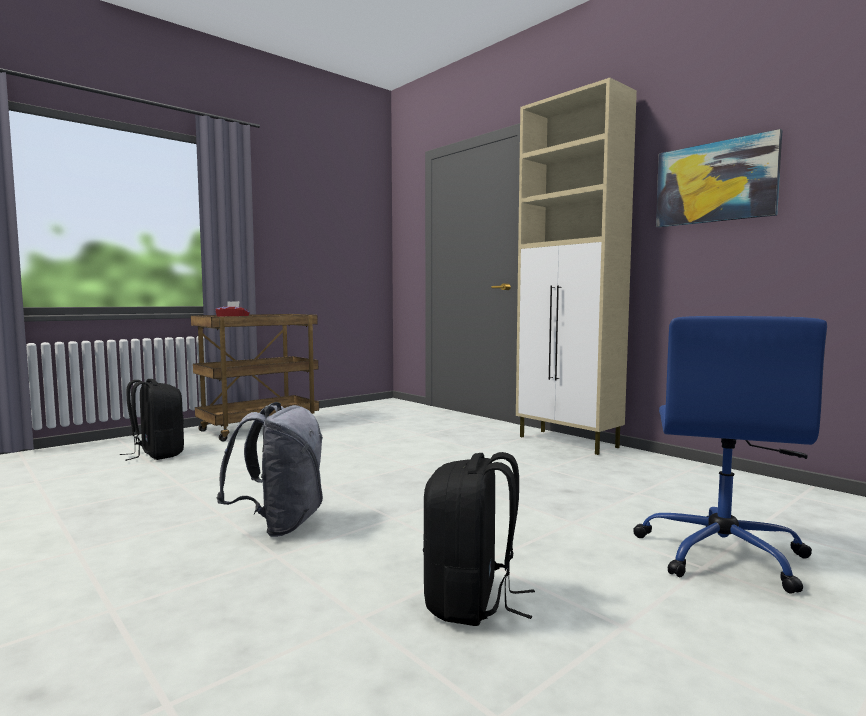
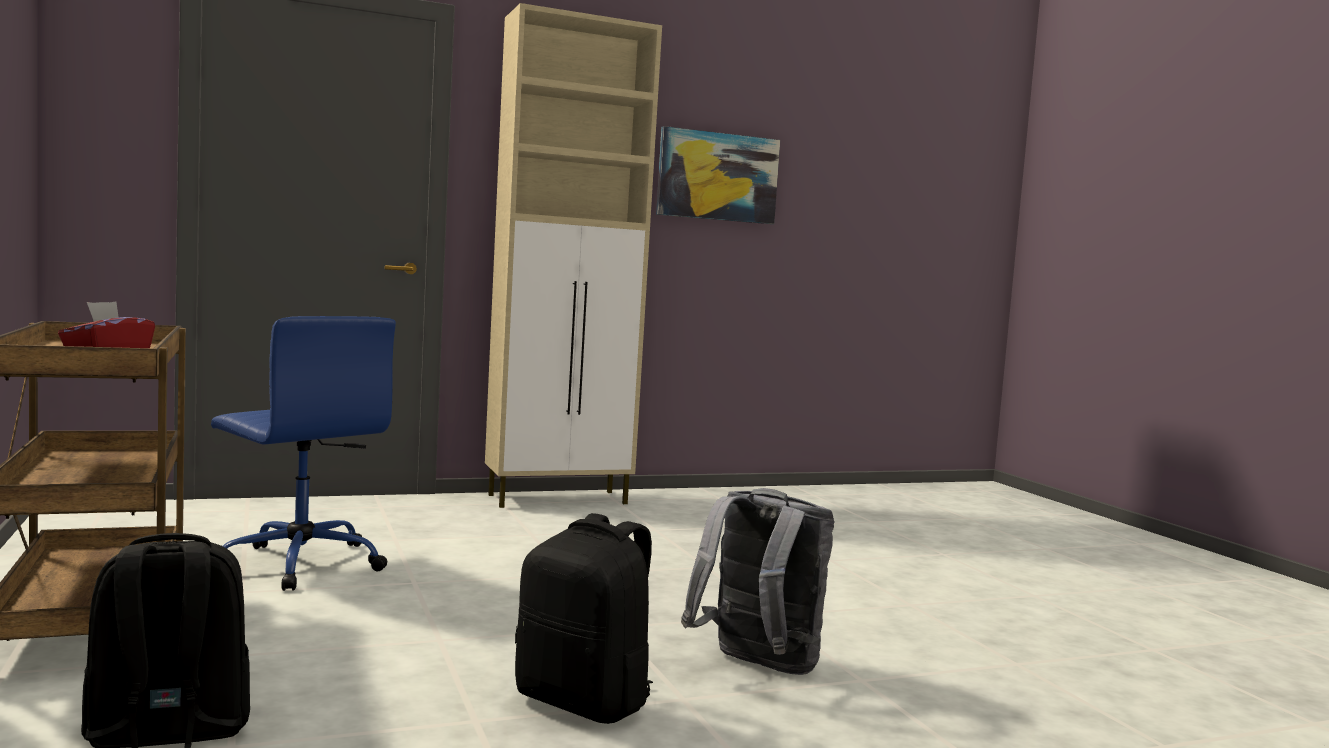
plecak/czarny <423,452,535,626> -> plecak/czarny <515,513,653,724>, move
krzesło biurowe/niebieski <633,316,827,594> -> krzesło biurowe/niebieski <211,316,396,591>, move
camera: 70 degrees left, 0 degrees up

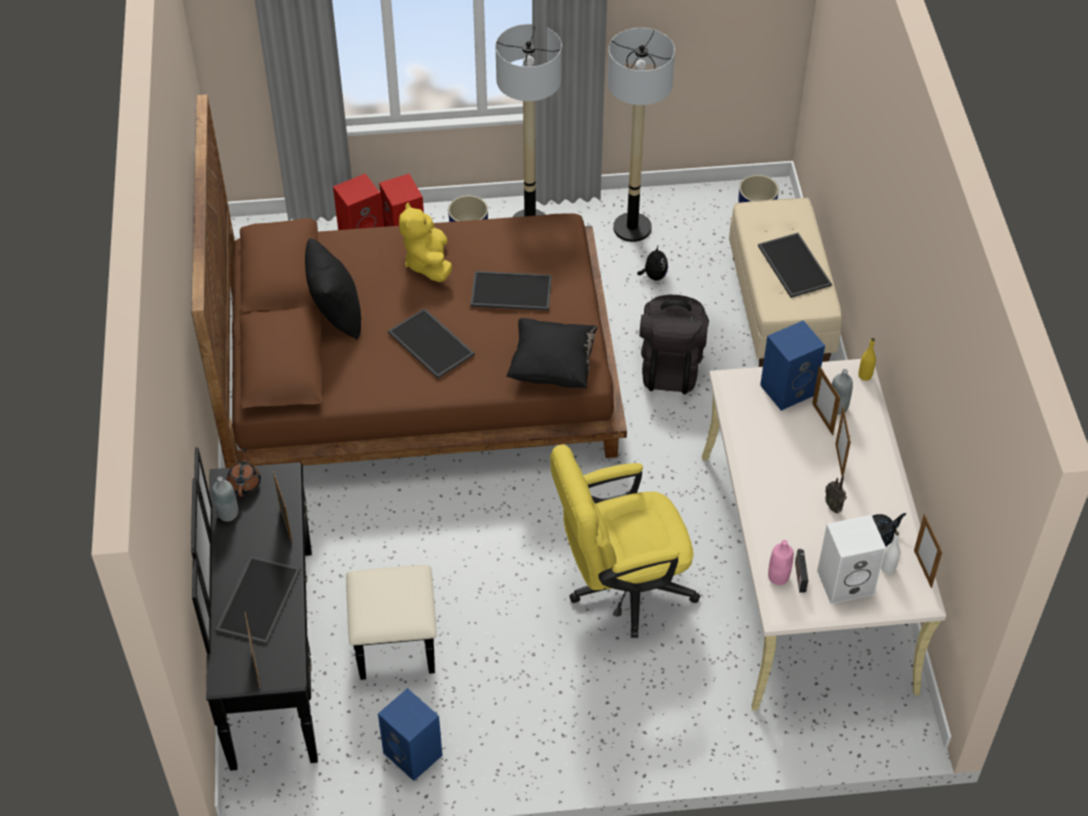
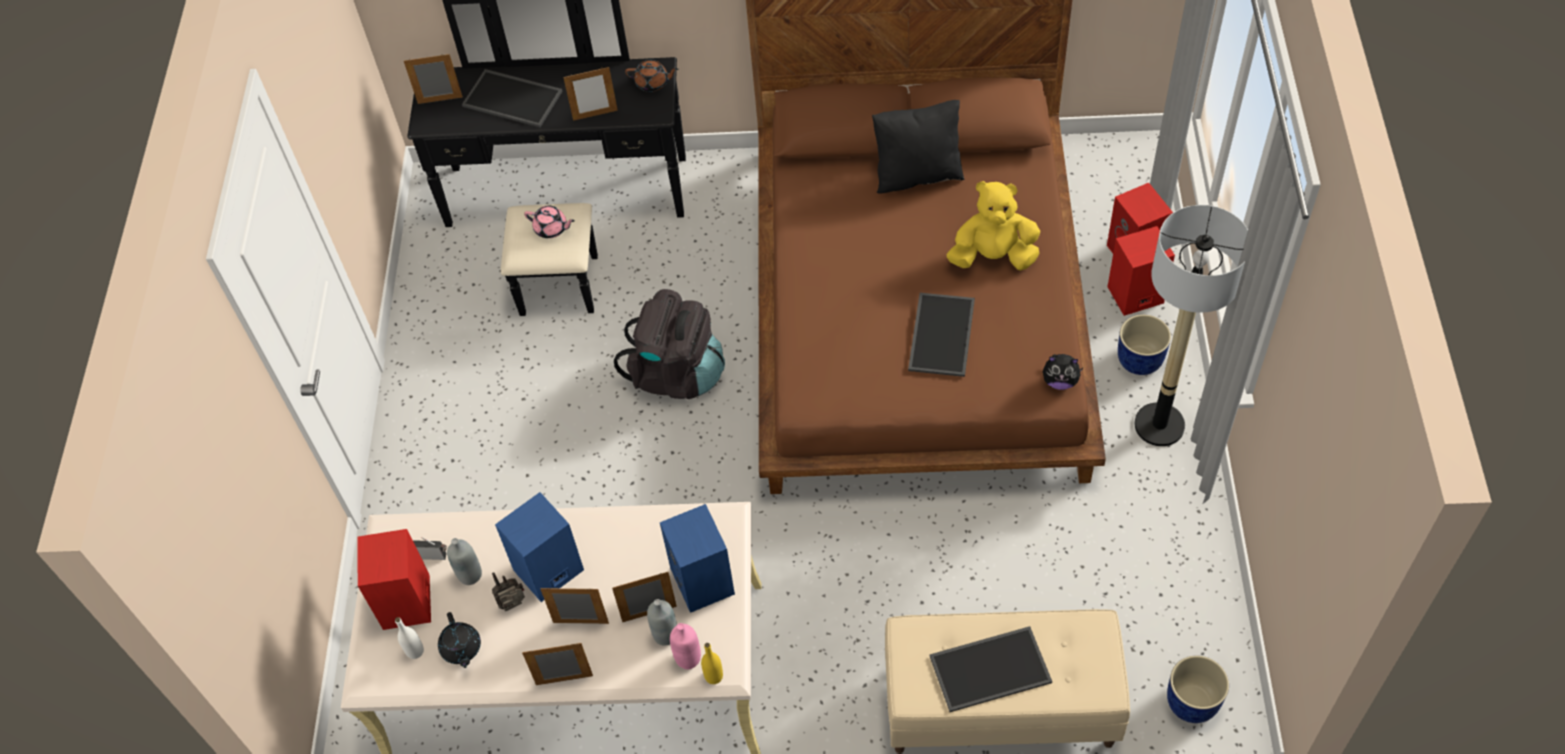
butelka/szary <212,476,238,522> -> butelka/szary <447,538,482,585>, move
głośnik/niebieski <378,688,443,781> -> głośnik/niebieski <495,492,584,602>, move
taca <388,308,475,378> -> none
poduszka/czarny <506,318,598,389> -> none
krzesło biurowe/żółty <550,444,700,638> -> none
lampa stojąca <607,28,675,242> -> none
pluszak <637,244,668,281> -> pluszak <1043,354,1084,390>, move
plecak/czarny <639,295,709,394> -> plecak/czarny <614,289,725,399>, move
butelka/różowy <768,540,794,585> -> butelka/różowy <670,623,701,669>, move
głośnik/biały <817,515,886,604> -> głośnik/czerwony <357,529,431,630>
ramka na zdjęcie <914,514,942,588> -> ramka na zdjęcie <522,643,593,685>, move
none -> imbryk/różowy <524,206,575,238>
camera: 100 degrees right, 5 degrees up

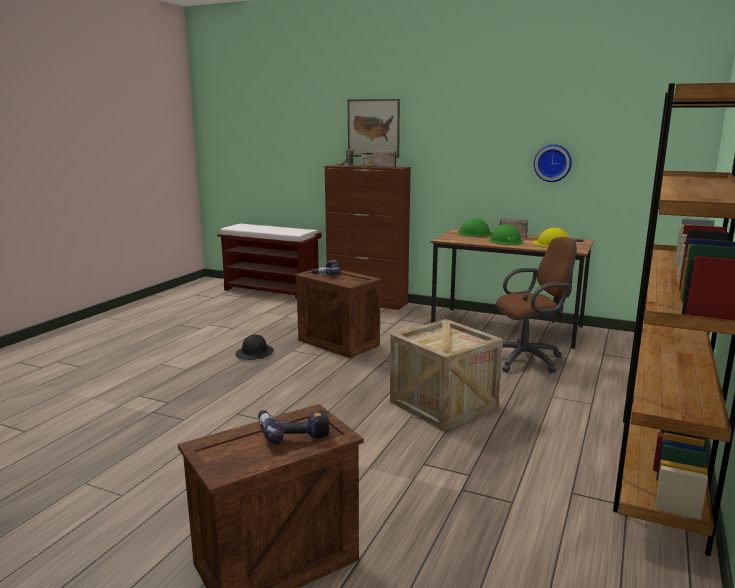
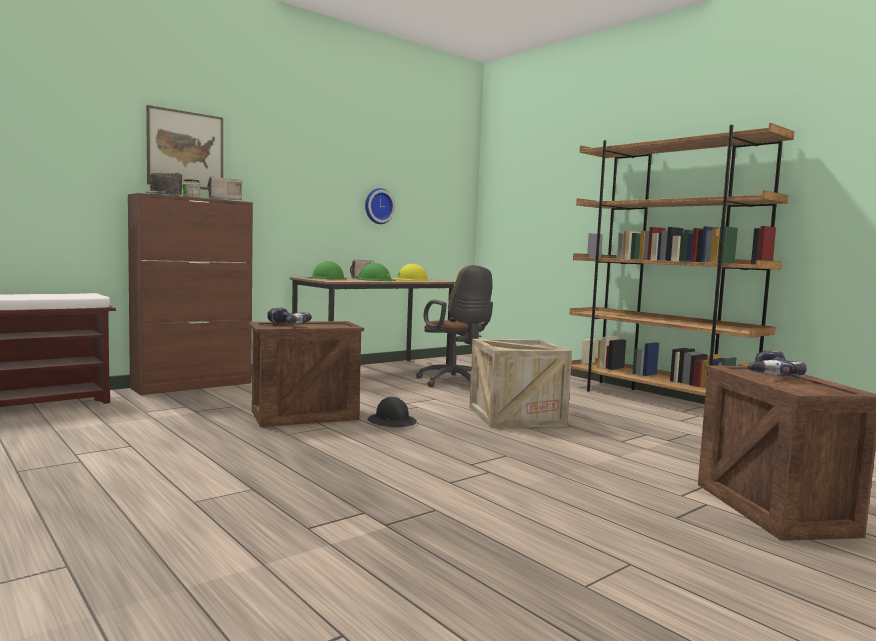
kask/czarny <235,334,274,360> -> kask/czarny <368,397,417,427>, move
krzesło biurowe/brązowy <496,237,577,373> -> krzesło biurowe/brązowy <416,265,493,387>, 135 degrees clockwise
camera: 65 degrees left, 10 degrees down

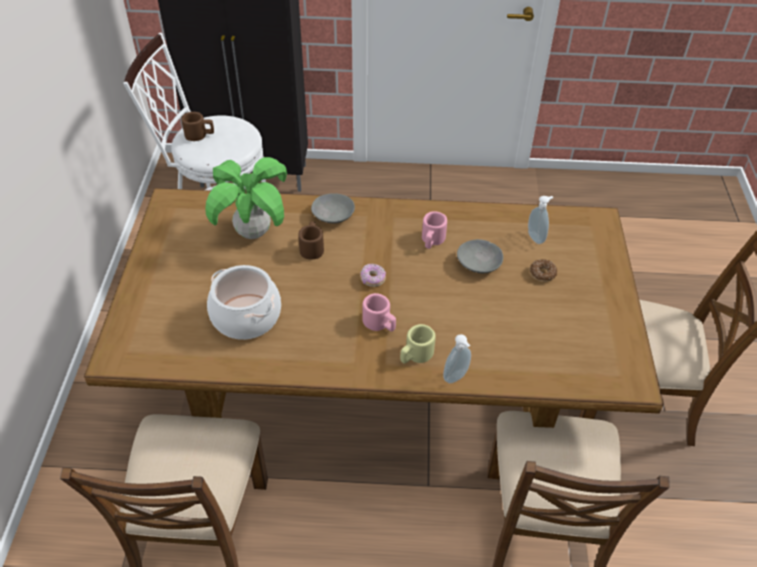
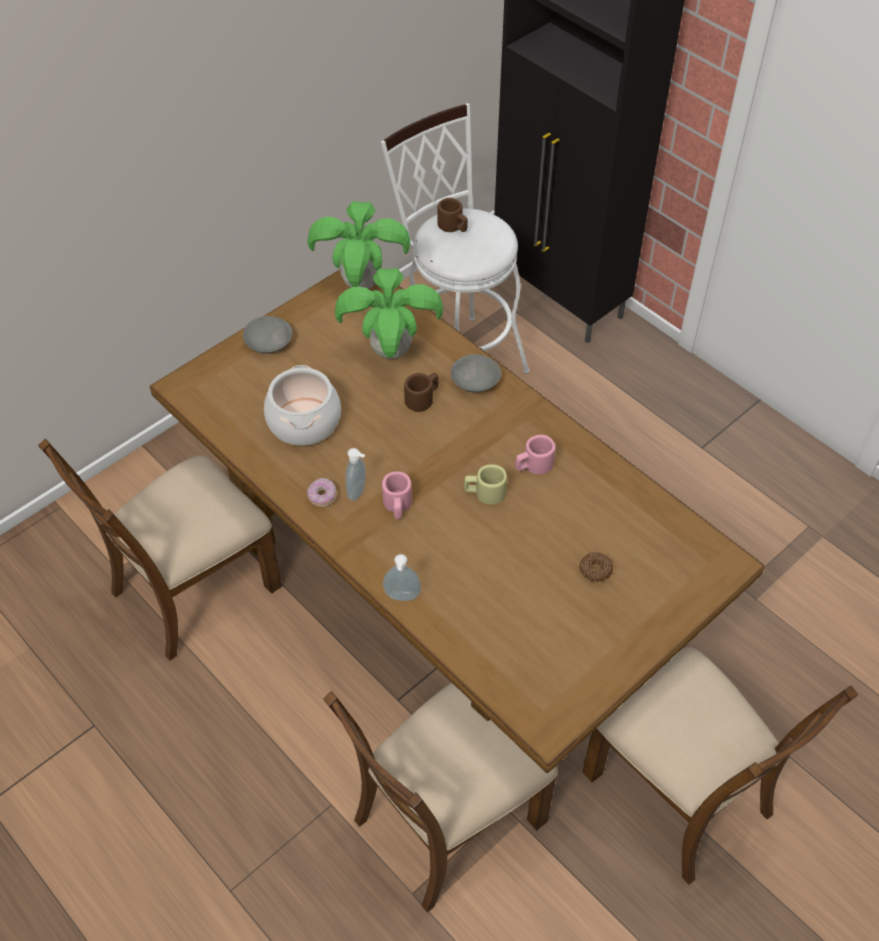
donut <360,263,386,287> -> donut <307,478,337,507>, move
kubek/beżowy <400,324,436,363> -> kubek/beżowy <464,464,507,504>, move
miska/szary <457,239,503,273> -> miska/szary <243,316,292,353>, move
dozownik mydła <528,196,553,244> -> dozownik mydła <346,448,366,501>, move
none -> roślina doniczkowa <307,201,410,289>
camera: 45 degrees right, 5 degrees up

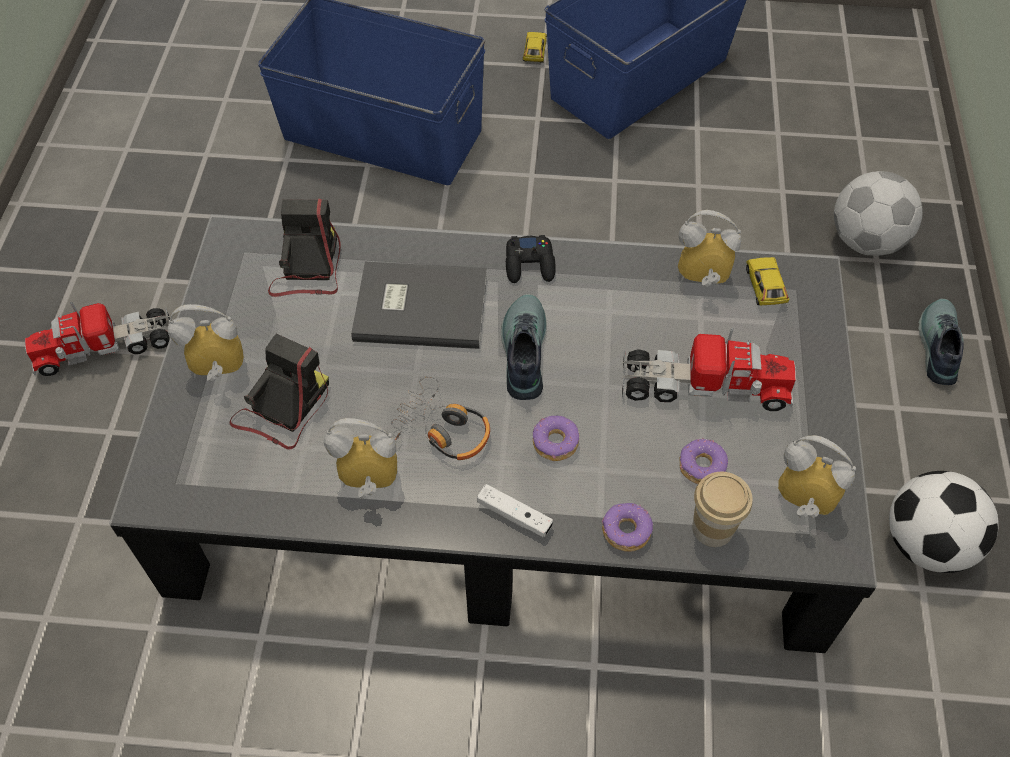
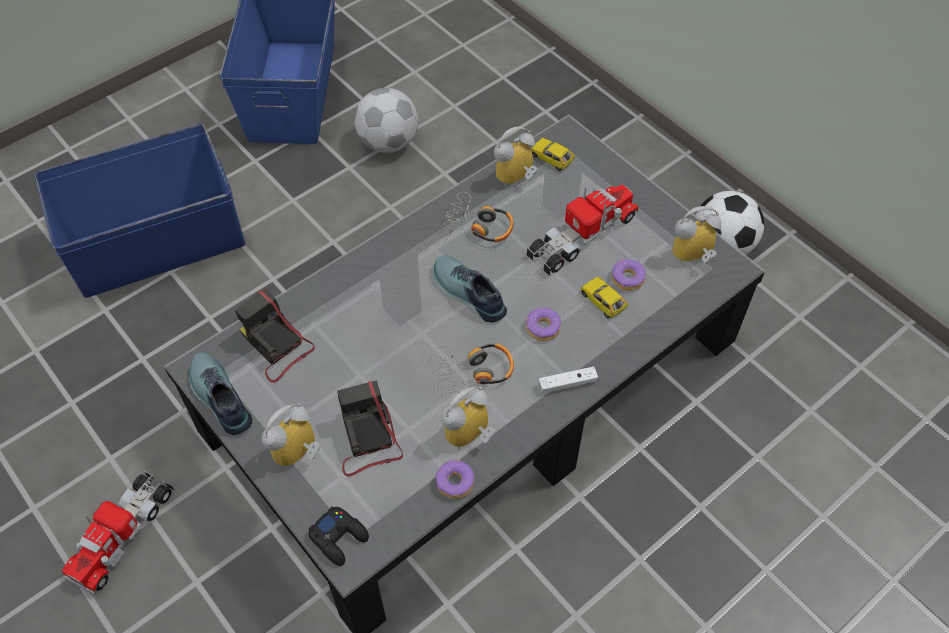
książka/szary <351,262,487,349> -> none
pad do gier/czarny <506,235,556,283> -> pad do gier/czarny <308,506,369,566>, move
samochodzik <523,32,547,63> -> samochodzik <581,277,628,319>, move
donut <602,503,653,552> -> donut <436,460,475,499>, move
filiżanka <692,472,752,547> -> none
piłka futbolowa <834,171,923,256> -> piłka futbolowa <354,88,418,153>, move
but <918,299,964,385> -> but <189,353,252,435>, move
none -> słuchawki <444,192,514,242>
camera: 45 degrees left, 0 degrees up

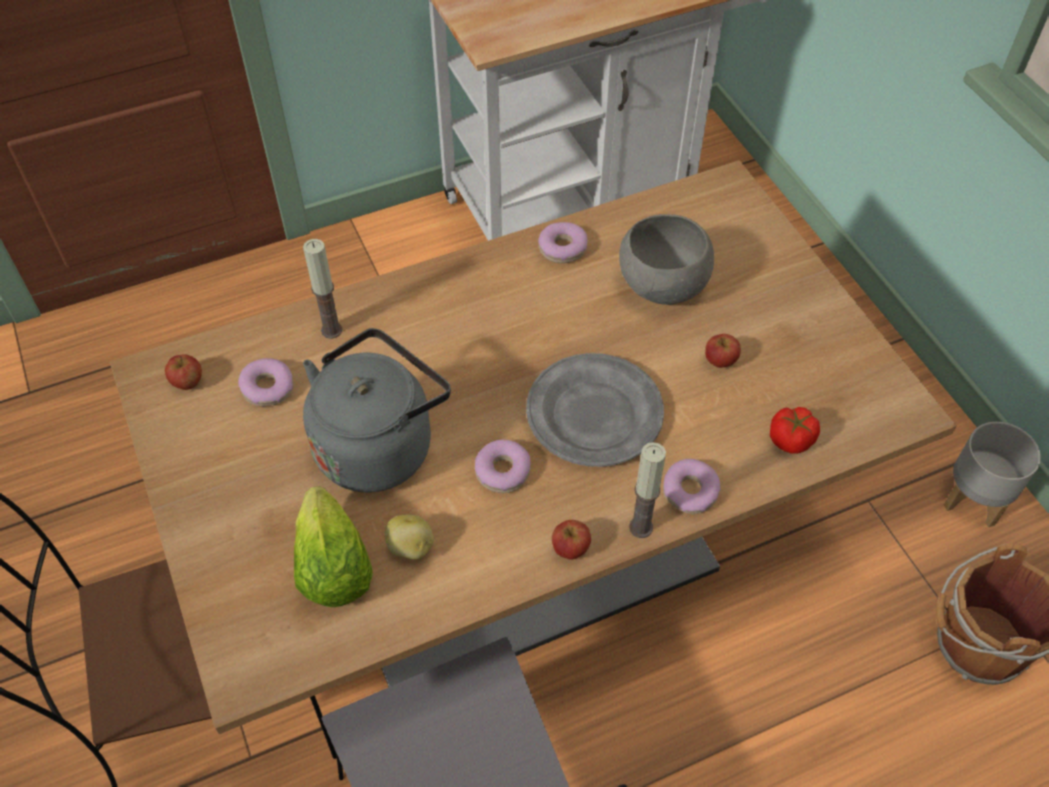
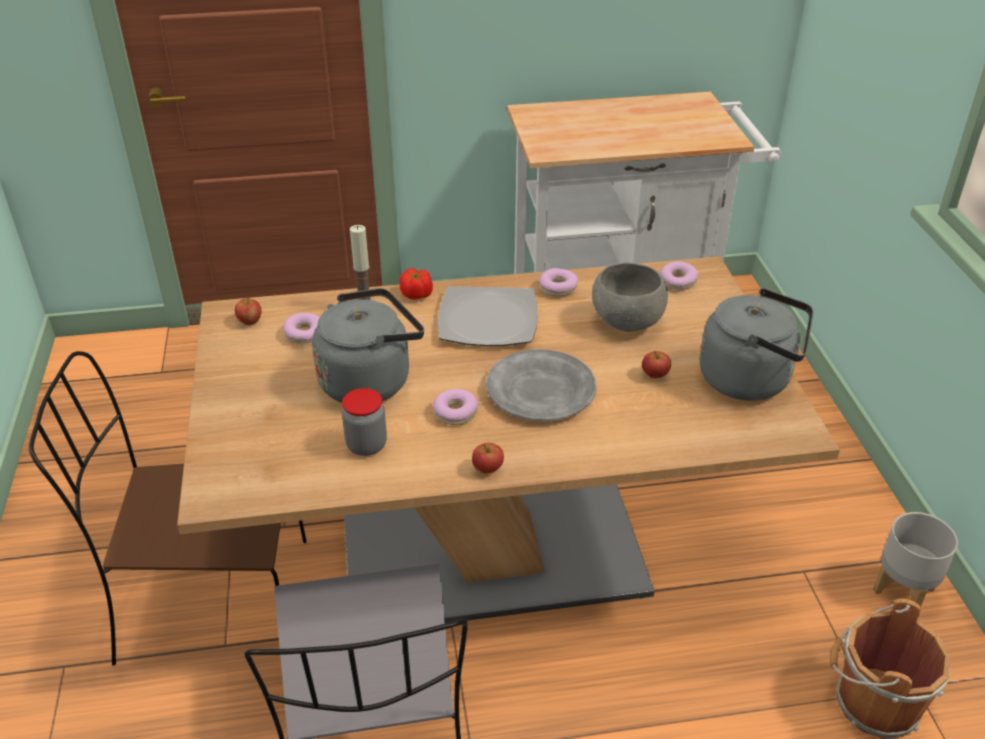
sałata <294,486,373,607> -> none
ziemniak <385,515,434,560> -> słoik <342,388,387,456>
świeca <629,442,666,538> -> none
donut <663,459,720,514> -> donut <660,261,698,290>, move
pomidor <770,407,820,454> -> pomidor <400,268,433,300>, move
none -> talerz <438,286,538,346>
none -> czajnik/szary <700,288,813,401>
camera: 15 degrees right, 15 degrees down

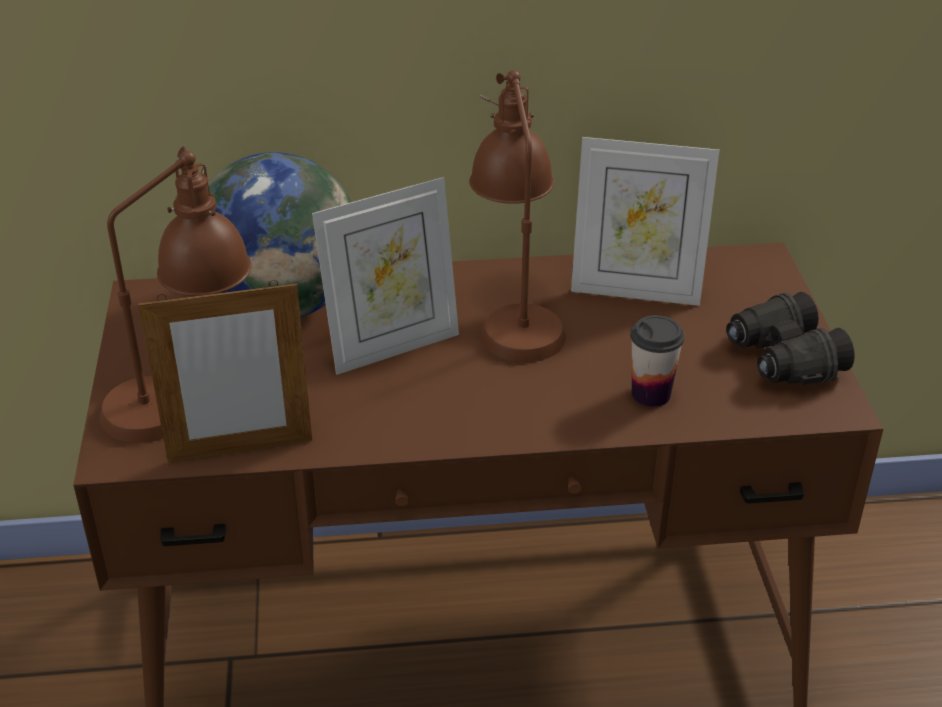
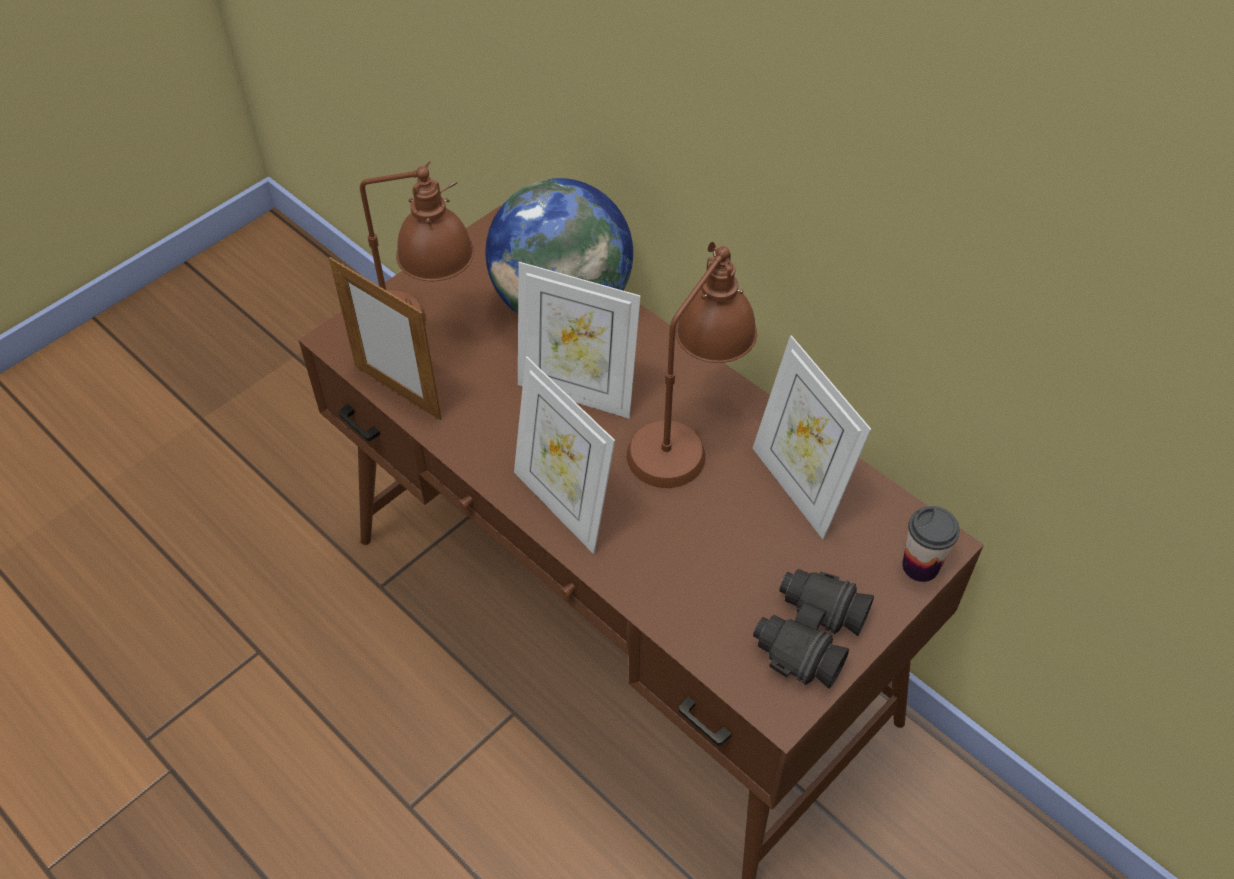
filiżanka <630,315,684,407> -> filiżanka <902,506,960,582>, move
none -> ramka na zdjęcie <514,357,615,554>
camera: 50 degrees right, 15 degrees up

